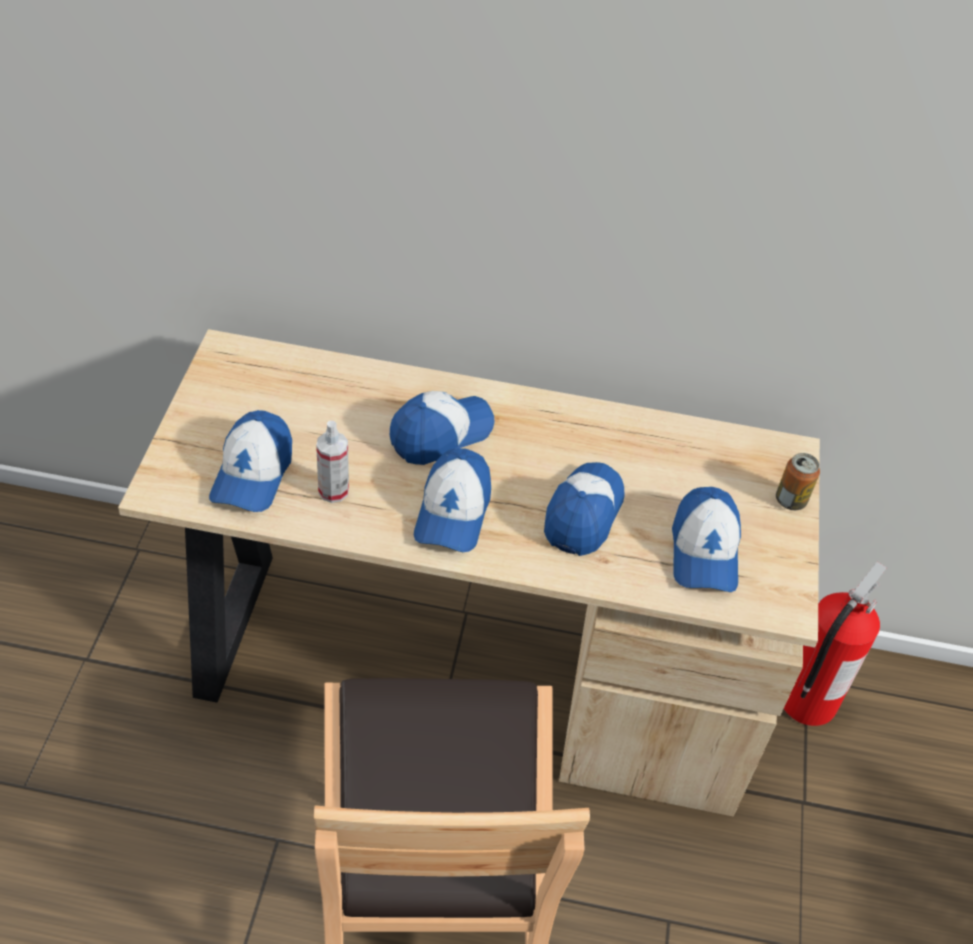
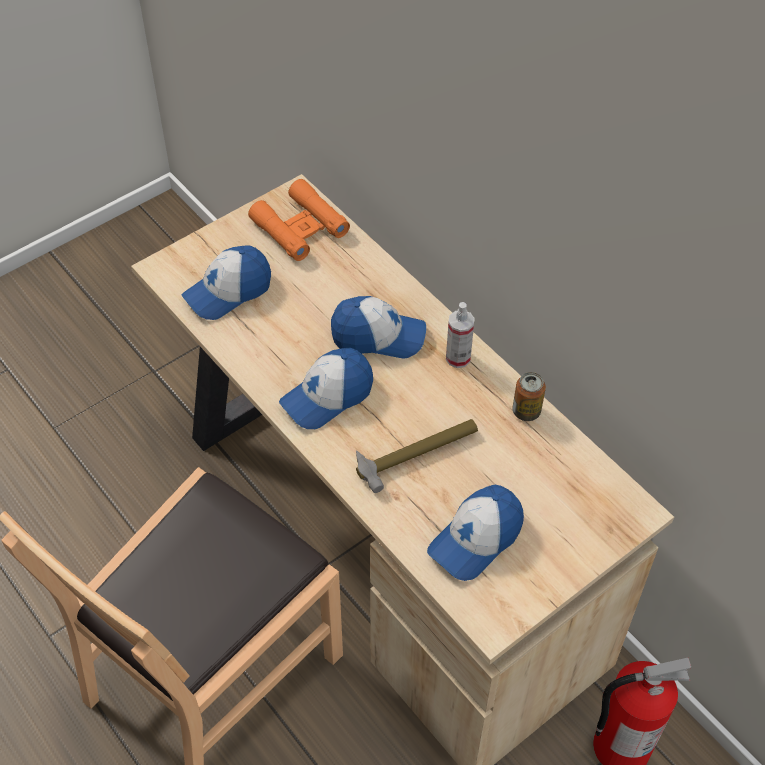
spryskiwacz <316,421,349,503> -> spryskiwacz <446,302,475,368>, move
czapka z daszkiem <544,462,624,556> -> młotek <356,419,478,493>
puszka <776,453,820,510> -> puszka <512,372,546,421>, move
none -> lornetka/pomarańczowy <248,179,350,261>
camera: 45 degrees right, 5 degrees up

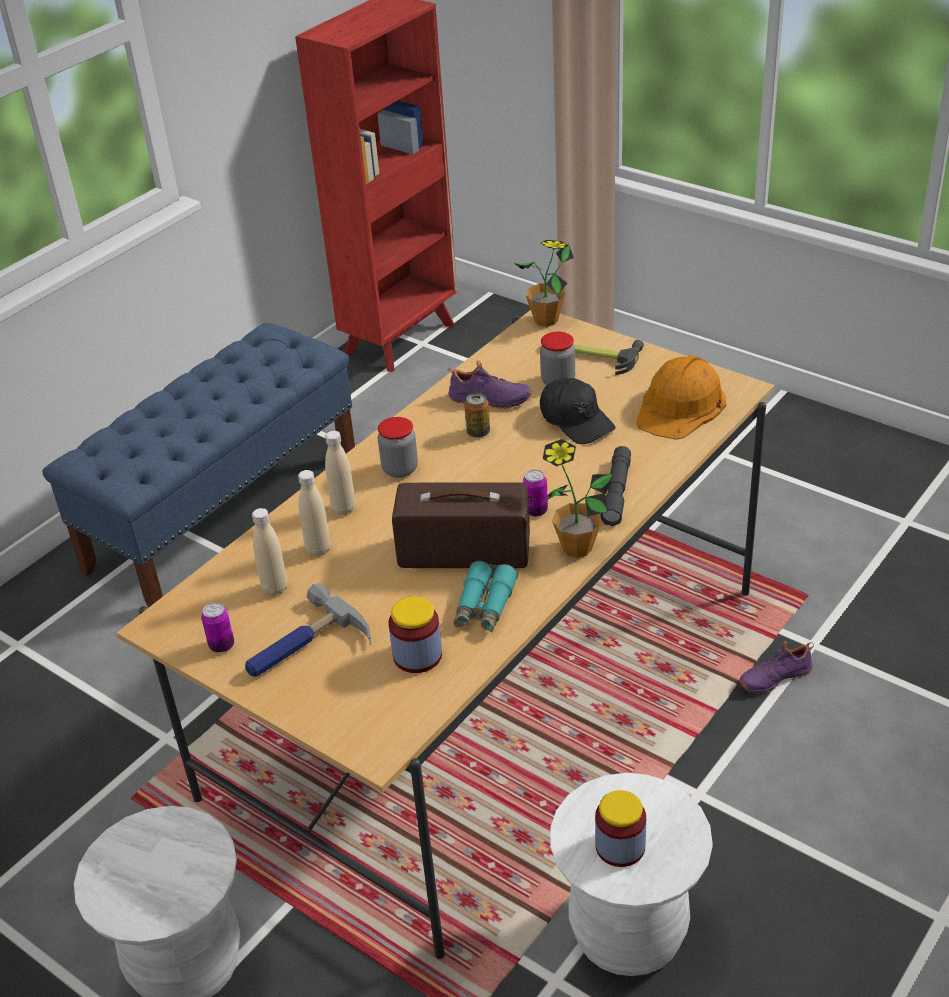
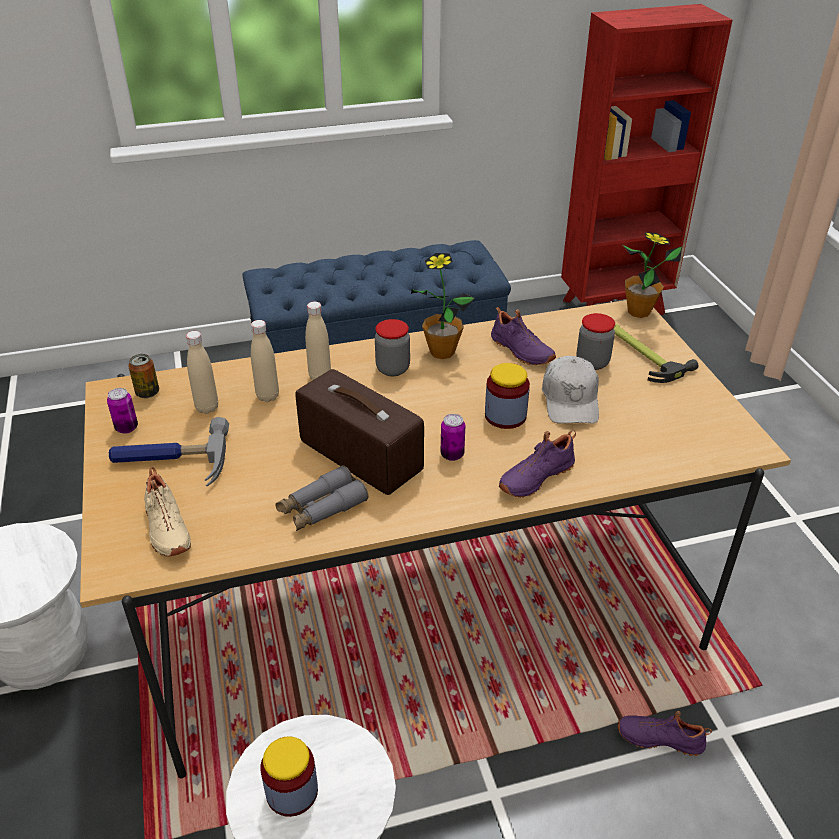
słoik <389,596,442,673> -> słoik <485,363,530,429>, move
lornetka/turkusowy <454,561,518,632> -> lornetka/szary <275,465,368,531>
puszka <464,393,490,438> -> puszka <128,354,159,398>, move
czapka z daszkiem/czarny <540,378,616,444> -> czapka z daszkiem/biały <542,356,599,424>
roślina doniczkowa <543,439,613,558> -> roślina doniczkowa <411,253,475,359>, move
latarka/szary <600,446,631,526> -> but/fioletowy <499,430,576,498>
kask/pomarańczowy <636,355,726,440> -> none
none -> but/beżowy <144,467,191,557>
camera: 35 degrees right, 0 degrees up

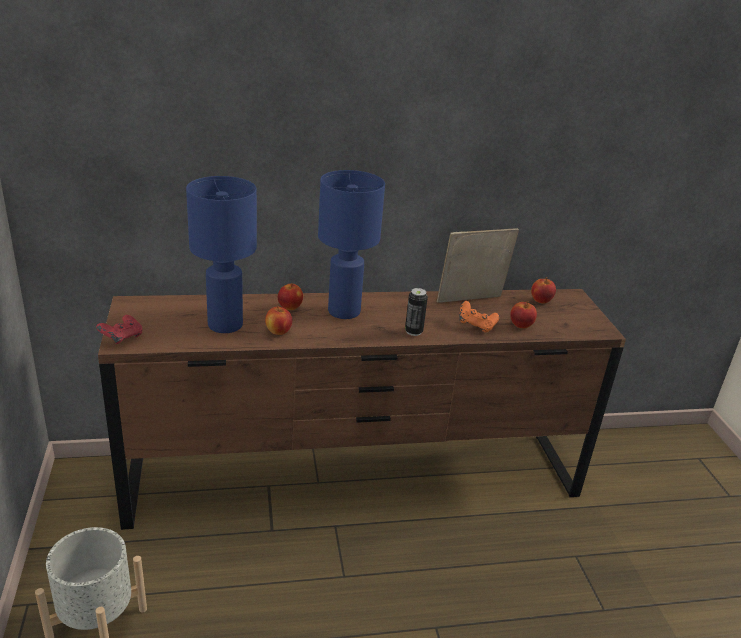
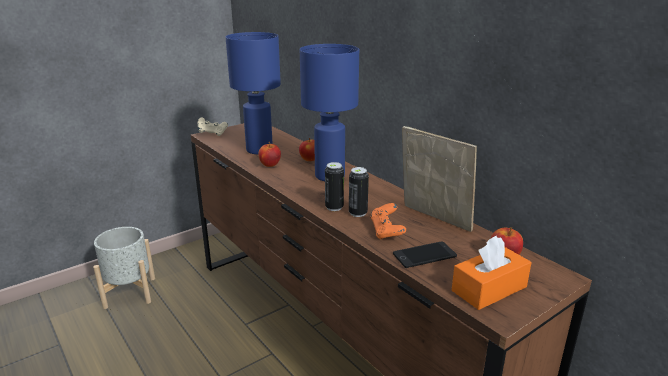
pad do gier/czerwony <96,315,142,344> -> pad do gier/beżowy <198,117,228,136>
jabłko <510,302,537,329> -> telefon <393,241,457,268>
none -> puszka <349,167,369,217>
none -> pudełko chusteczek/pomarańczowy <452,236,532,310>
camera: 65 degrees right, 5 degrees down

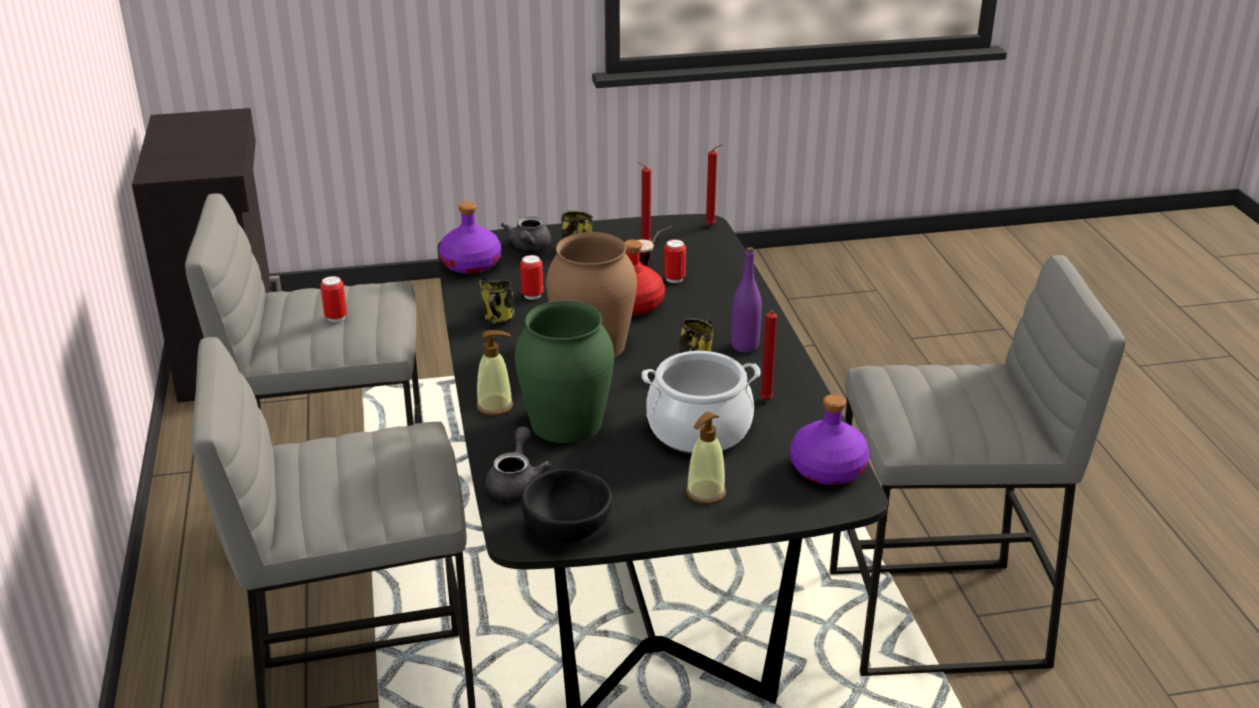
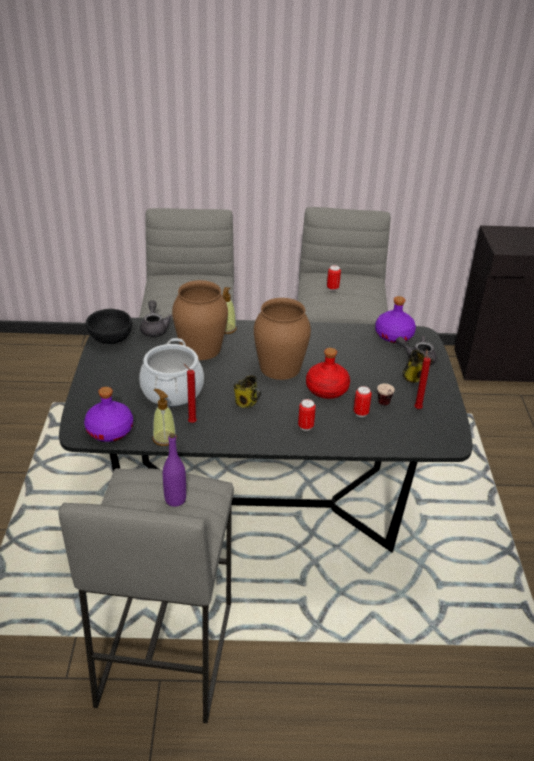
kubek <479,278,515,324> -> none
imbryk/szary <485,426,551,501> -> imbryk/szary <140,300,172,337>, 120 degrees counterclockwise
wazon/zielony <515,301,614,443> -> wazon/brązowy <172,280,228,360>
puszka <520,255,543,300> -> puszka <298,399,316,431>, move
dozownik mydła <686,412,726,504> -> dozownik mydła <152,389,177,446>, move
świeca/czerwony <705,145,722,226> -> none
butelka/fioletowy <731,247,762,353> -> butelka/fioletowy <163,433,186,507>, move
camera: 100 degrees right, 5 degrees up

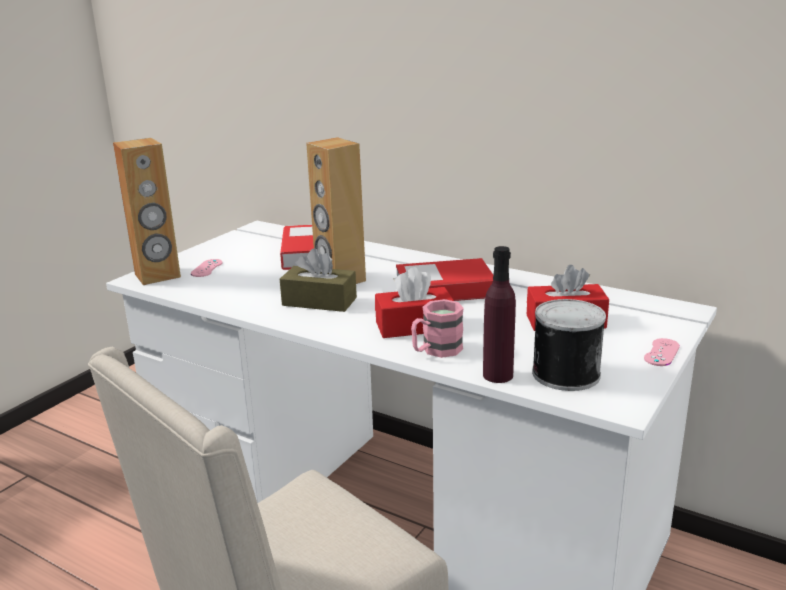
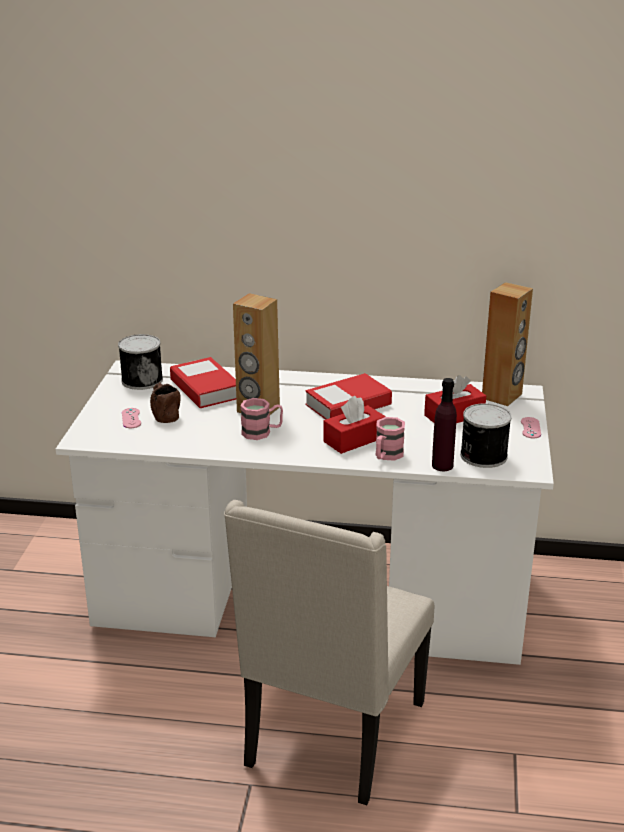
głośnik/brązowy <113,138,181,285> -> głośnik/brązowy <482,282,533,406>, move
pudełko chusteczek/brązowy <280,248,357,312> -> kubek/różowy <240,398,283,440>
none -> puszka <118,334,163,390>
none -> kubek/brązowy <150,382,181,423>
camera: 25 degrees left, 5 degrees up

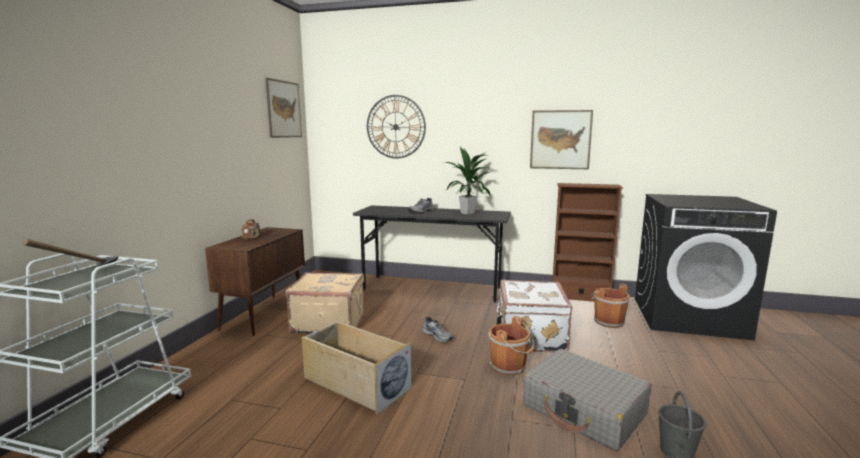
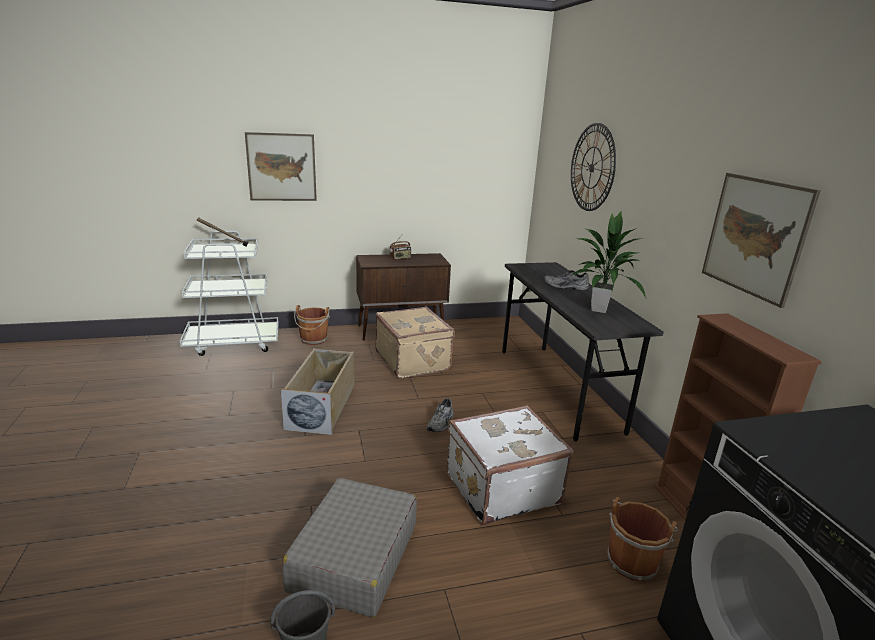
obraz <265,78,302,138> -> obraz <245,132,317,201>, move
wiadro/brązowy <488,316,535,376> -> wiadro/brązowy <294,305,330,345>, move
camera: 60 degrees right, 10 degrees up

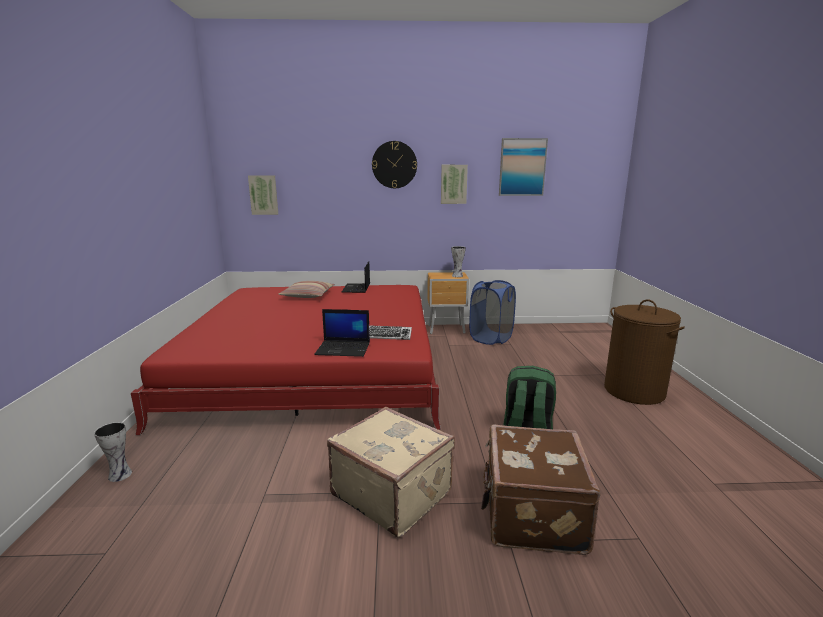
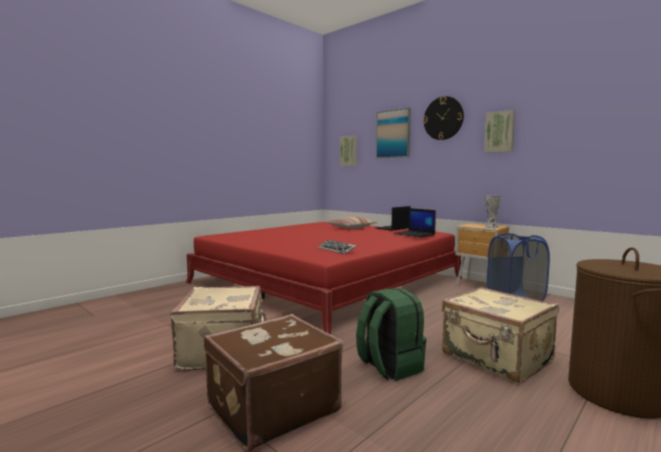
wazon <94,422,132,482> -> none
laptop <314,309,370,357> -> laptop <394,208,436,237>, move
obraz <499,138,548,196> -> obraz <376,108,411,159>, move
none -> walizka/beżowy <442,287,559,384>
camera: 45 degrees right, 10 degrees down

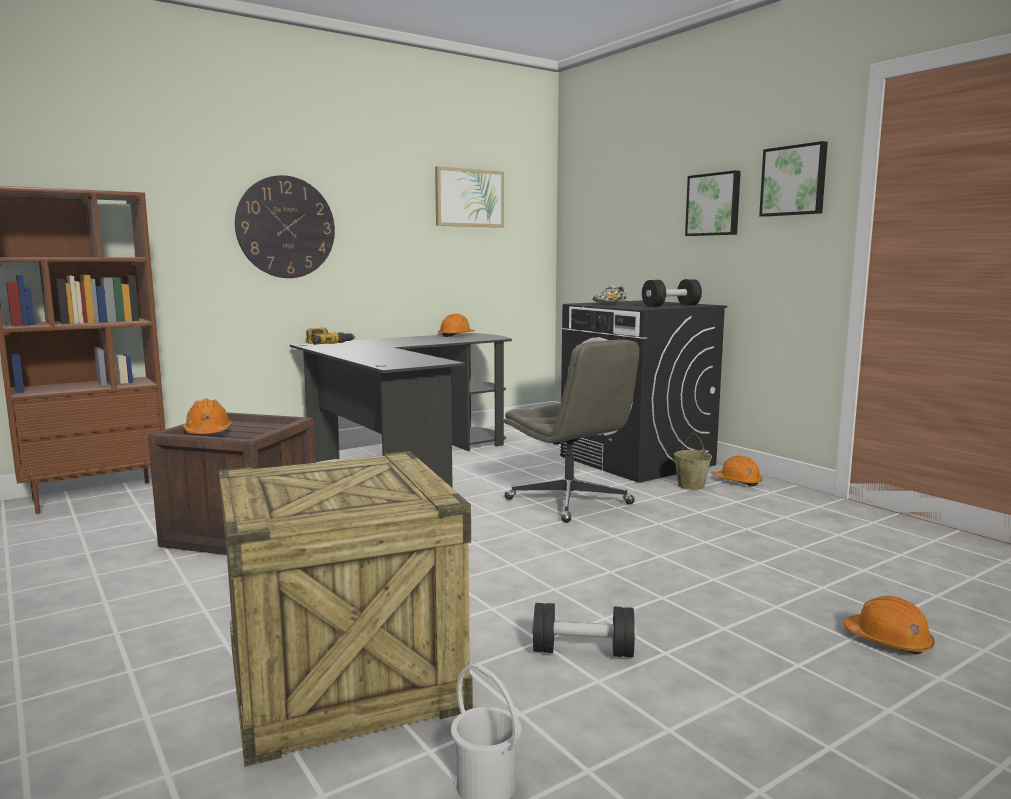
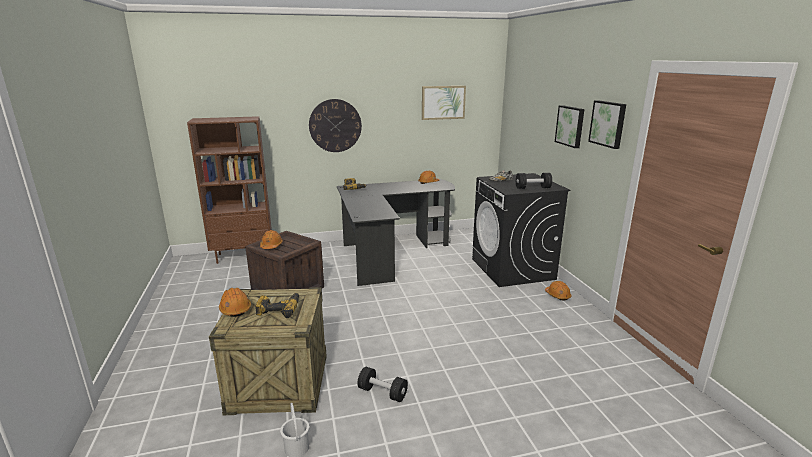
krzesło biurowe/szary <504,340,639,523> -> none
wiadro/beżowy <674,433,712,490> -> none
kask/pomarańczowy <844,596,935,655> -> kask/pomarańczowy <219,288,251,317>, move
none -> wiertarka <255,293,299,318>
camera: 20 degrees right, 10 degrees up

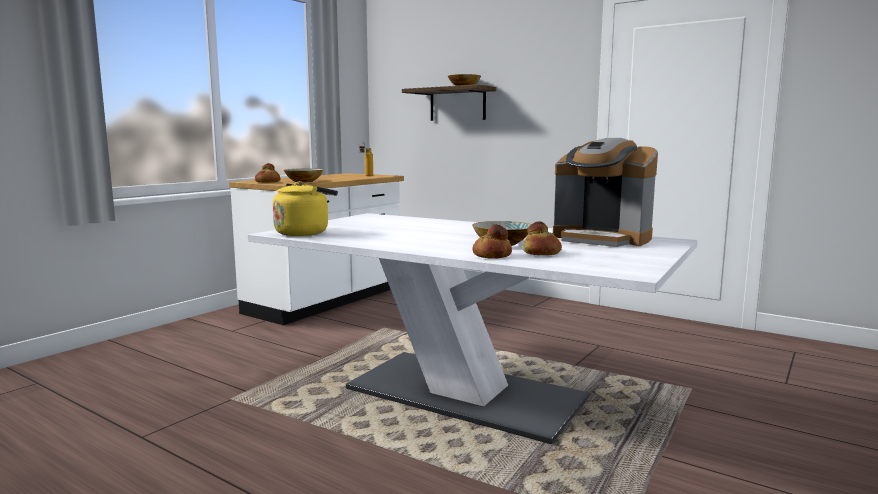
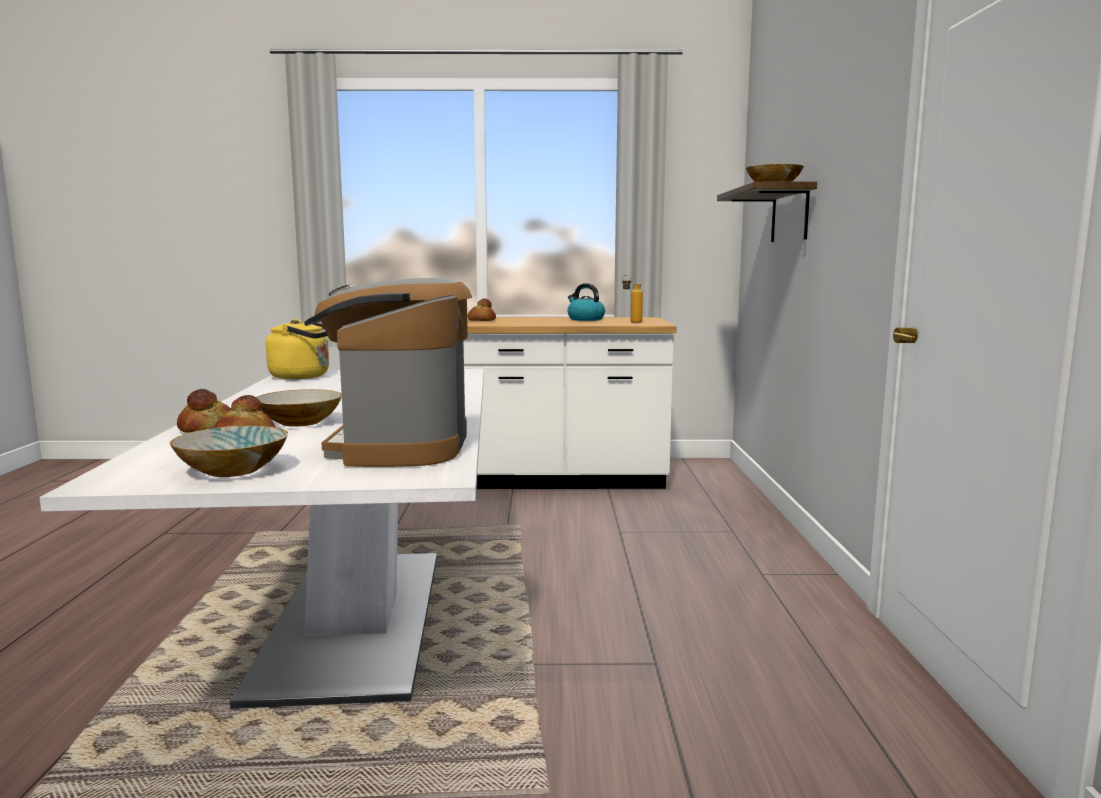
miska <284,169,323,183> -> miska <170,425,288,477>, move
none -> czajnik <567,283,605,321>
camera: 55 degrees right, 0 degrees up

